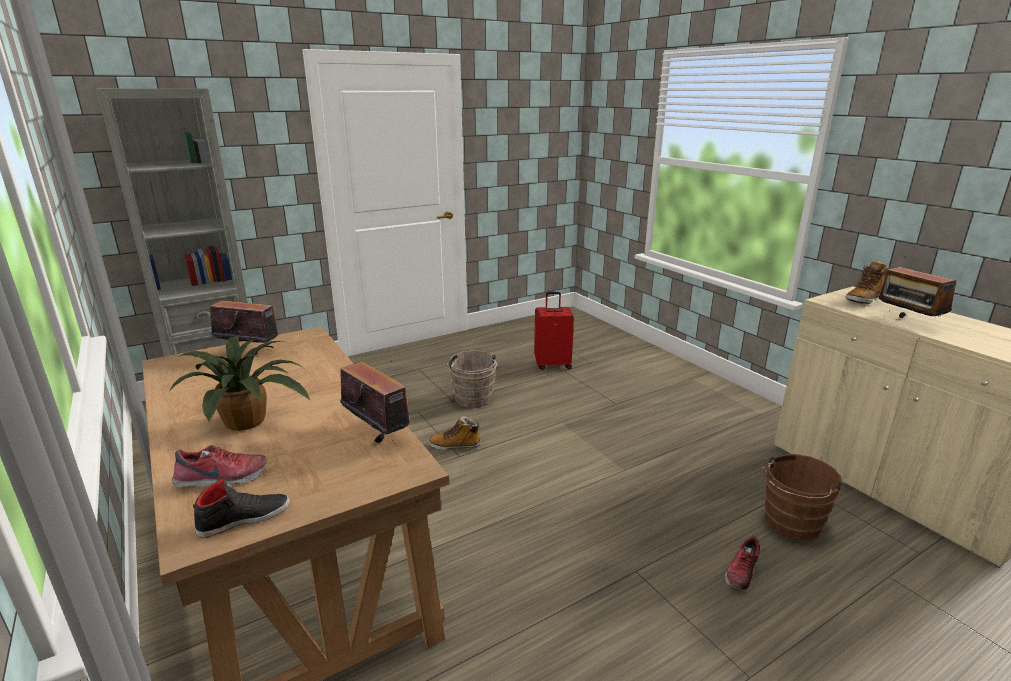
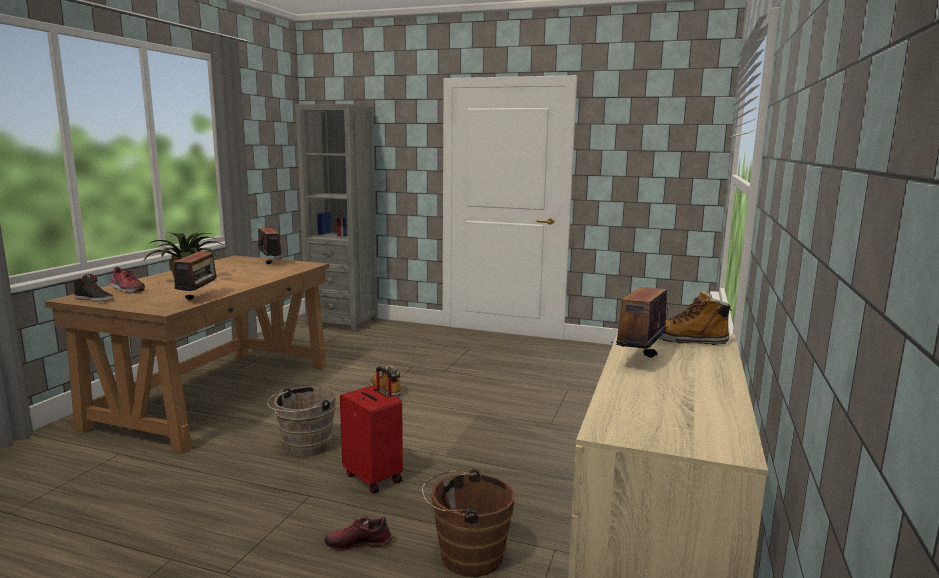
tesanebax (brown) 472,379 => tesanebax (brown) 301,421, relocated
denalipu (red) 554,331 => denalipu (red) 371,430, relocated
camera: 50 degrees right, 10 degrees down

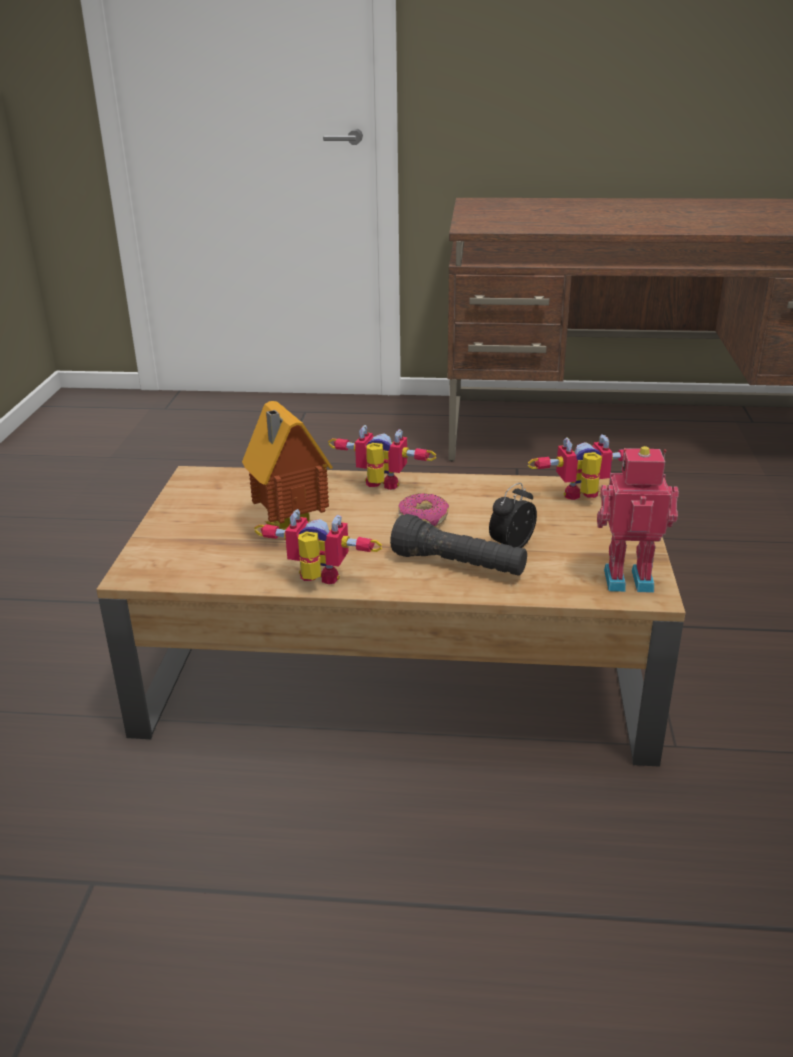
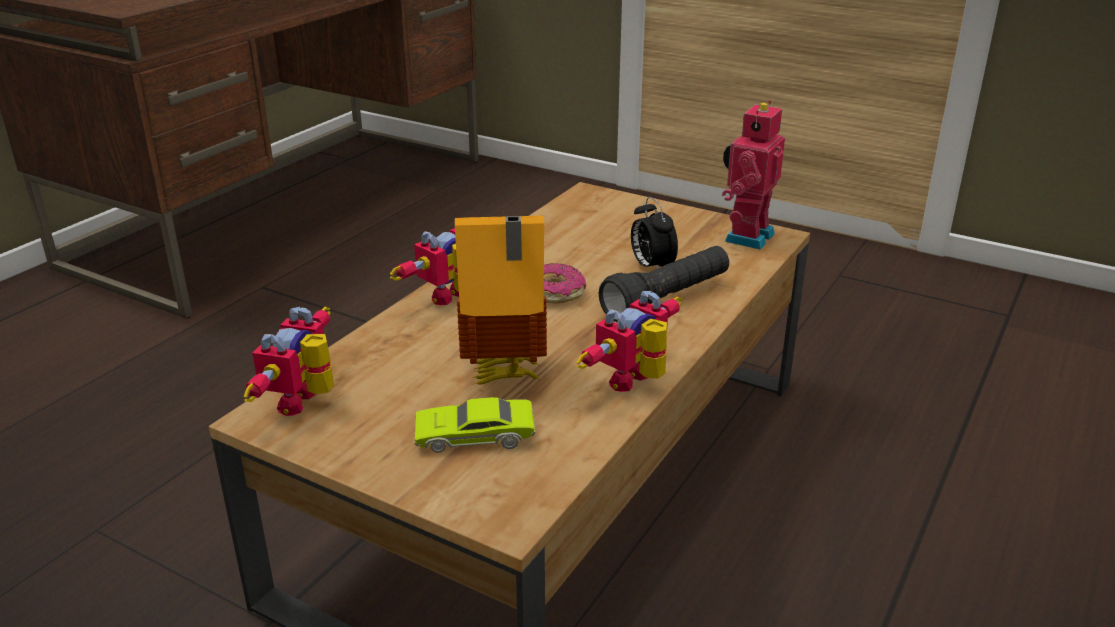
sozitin 576,467 => sozitin 289,361, relocated
nothing => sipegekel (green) 474,425
camera: 65 degrees left, 0 degrees up

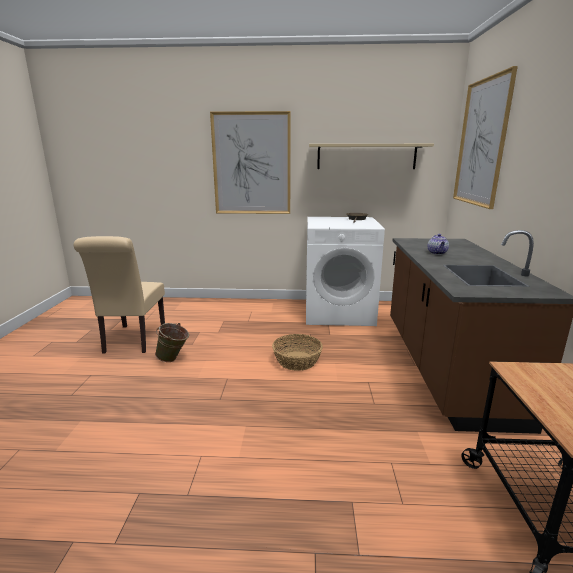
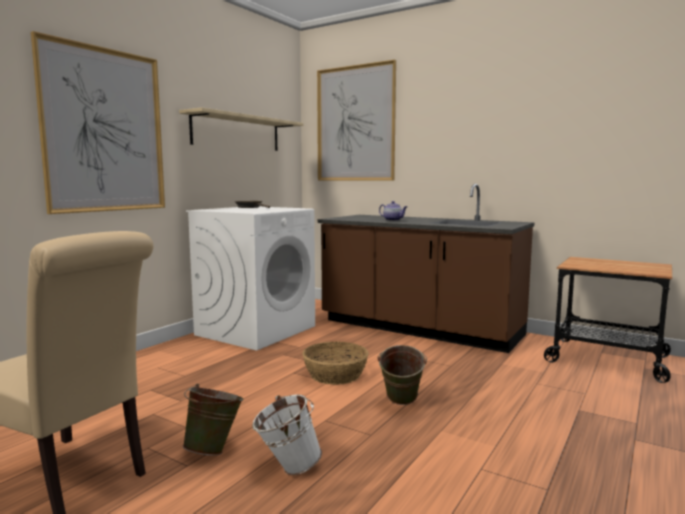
nothing => tesanebax (white) 287,434
nothing => tesanebax (green) 402,375
camera: 60 degrees left, 10 degrees down

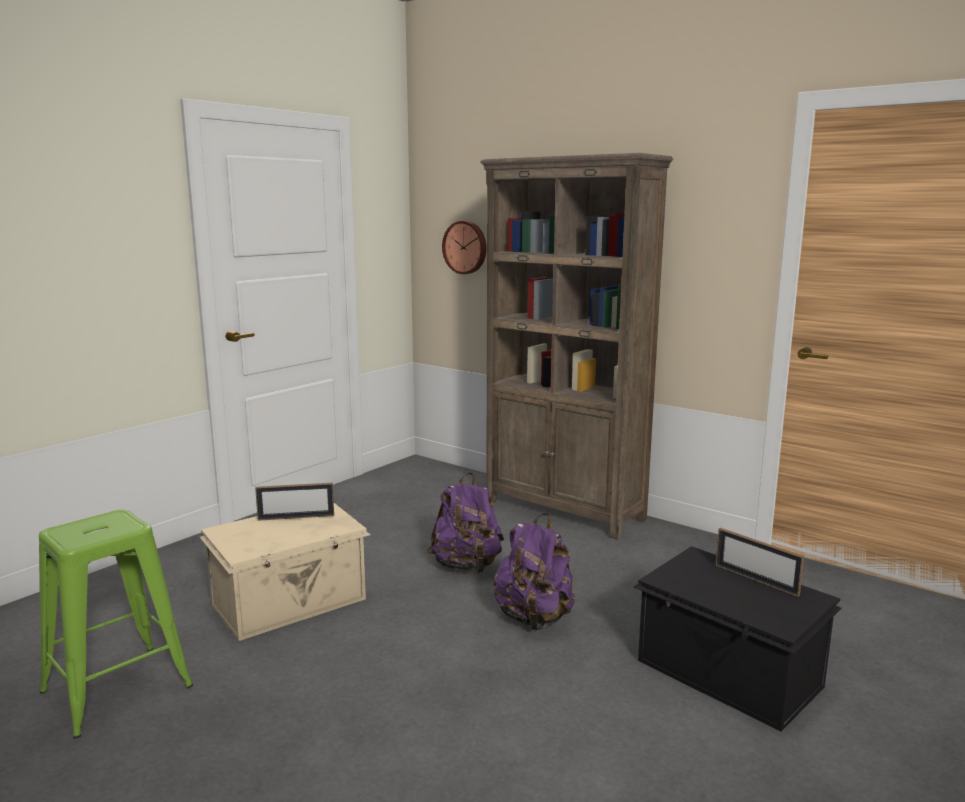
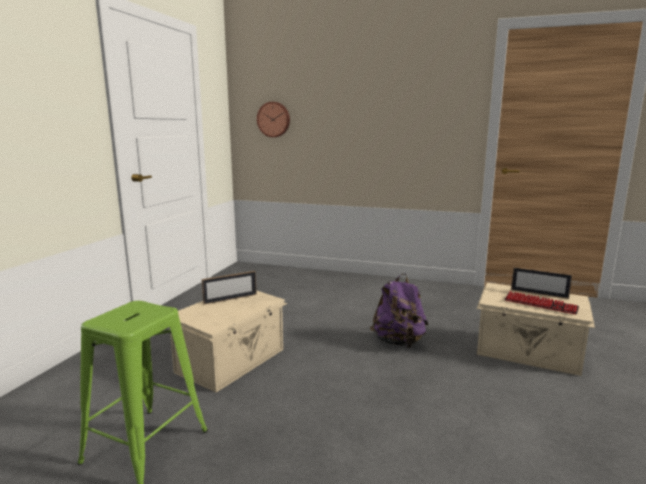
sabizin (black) 738,638 => sabizin (beige) 536,329
nothing => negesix 541,303
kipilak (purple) 465,523 => nothing
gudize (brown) 576,346 => nothing
camera: 20 degrees left, 0 degrees up

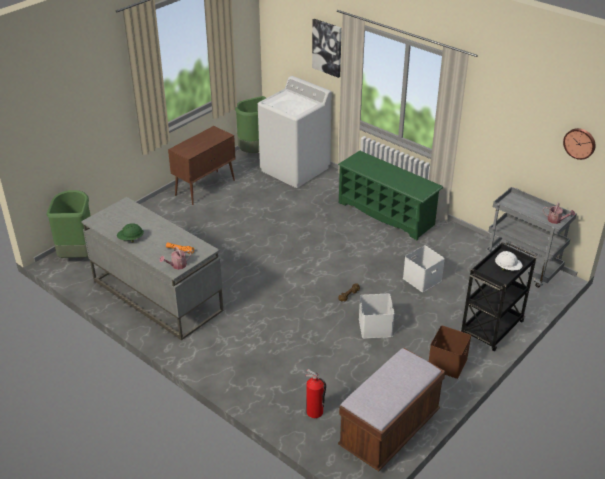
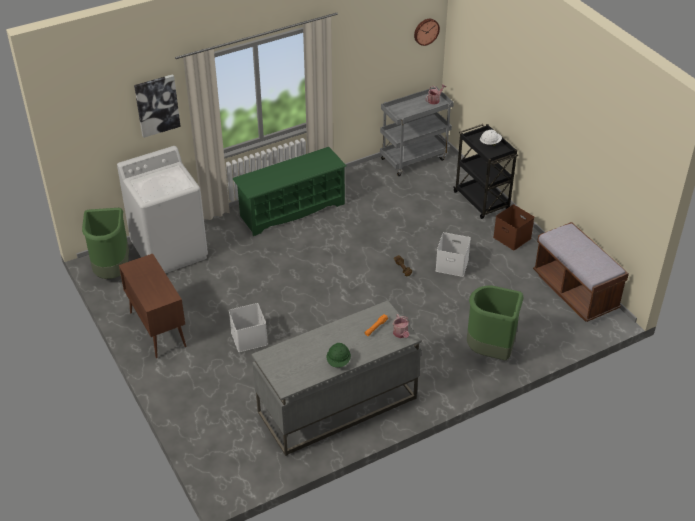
sabizin (white) 424,268 => sabizin (white) 248,327, relocated
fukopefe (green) 69,224 => fukopefe (green) 495,323, relocated
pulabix 315,393 => nothing
camera: 70 degrees left, 5 degrees up

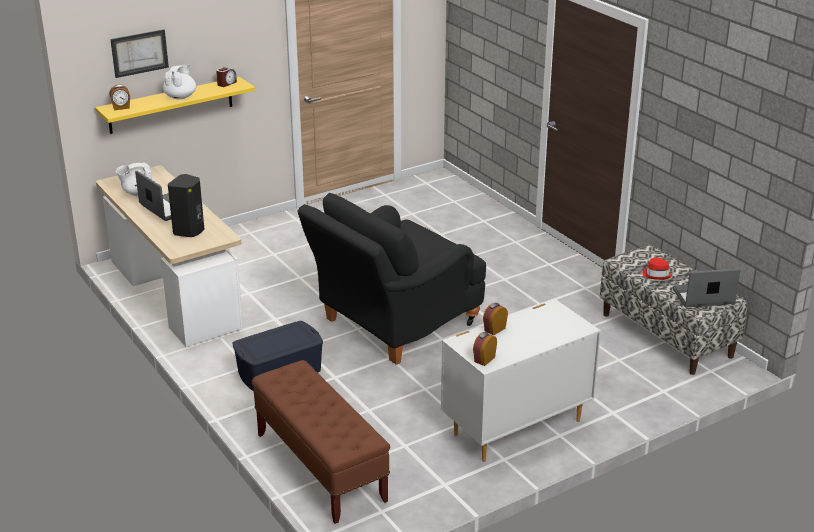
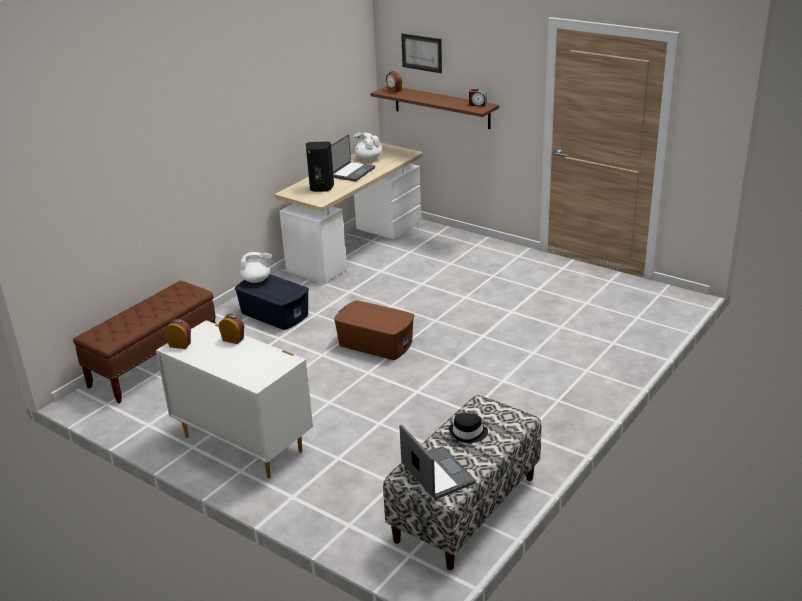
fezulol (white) 179,82 => fezulol (white) 256,267, relocated
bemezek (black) 392,279 => sabizin (brown) 374,330
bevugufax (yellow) 175,105 => bevugufax (brown) 434,107
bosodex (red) 657,269 => bosodex (black) 468,428
camera: 70 degrees right, 0 degrees up

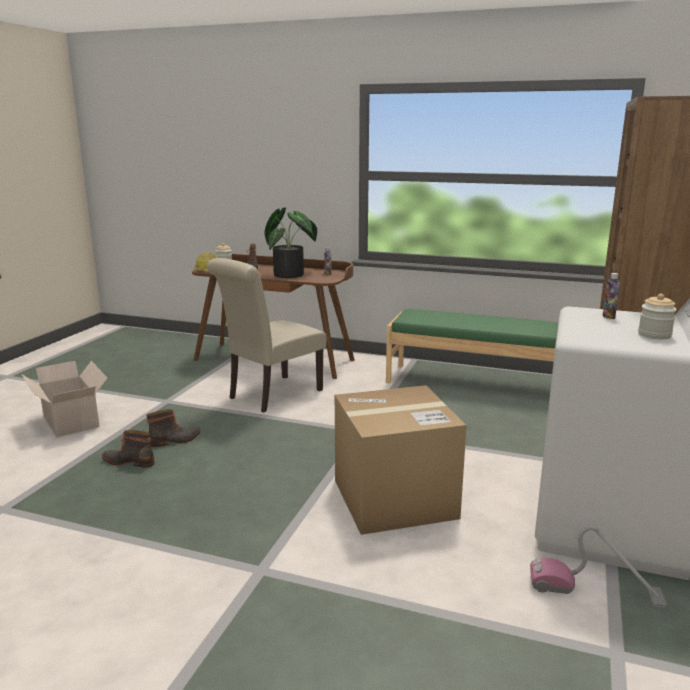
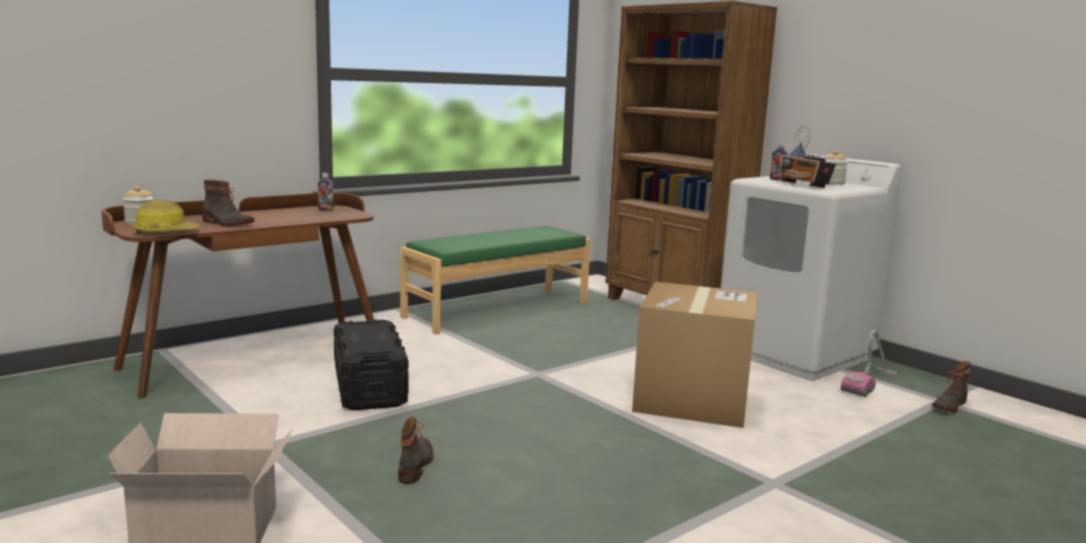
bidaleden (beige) 266,335 => sabizin (black) 371,364
nothing => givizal 807,157
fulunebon 128,449 => fulunebon 951,387, relocated
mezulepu 290,243 => nothing
camera: 60 degrees left, 5 degrees down

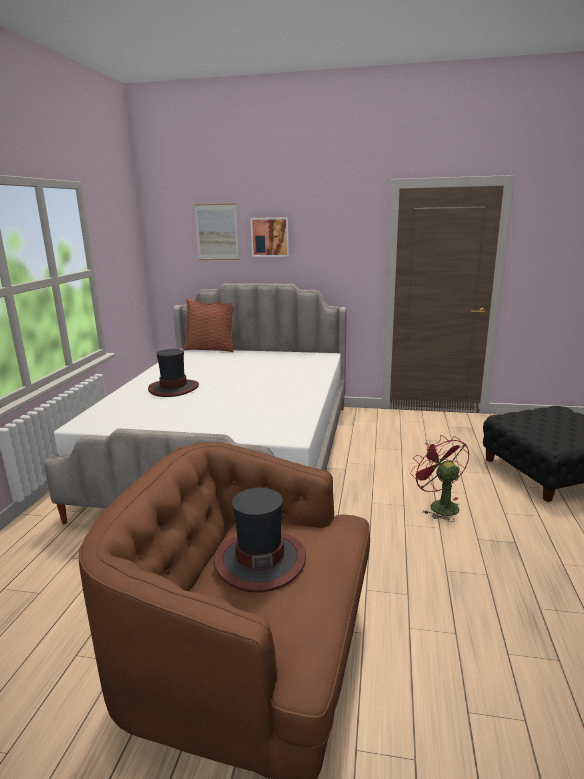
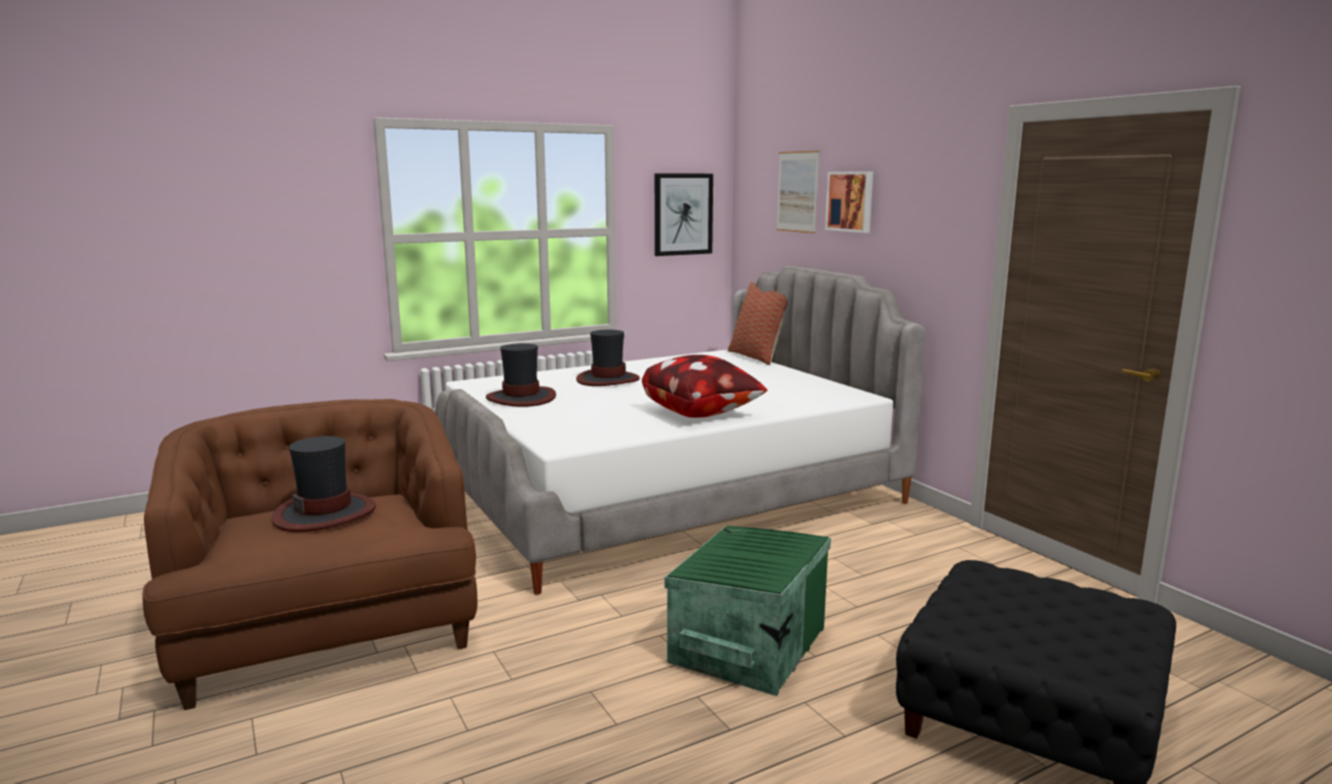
nothing => bosodex 521,375
nothing => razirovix 705,386
nothing => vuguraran 684,214
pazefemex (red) 440,478 => sabizin (green) 748,611
camera: 50 degrees right, 5 degrees down

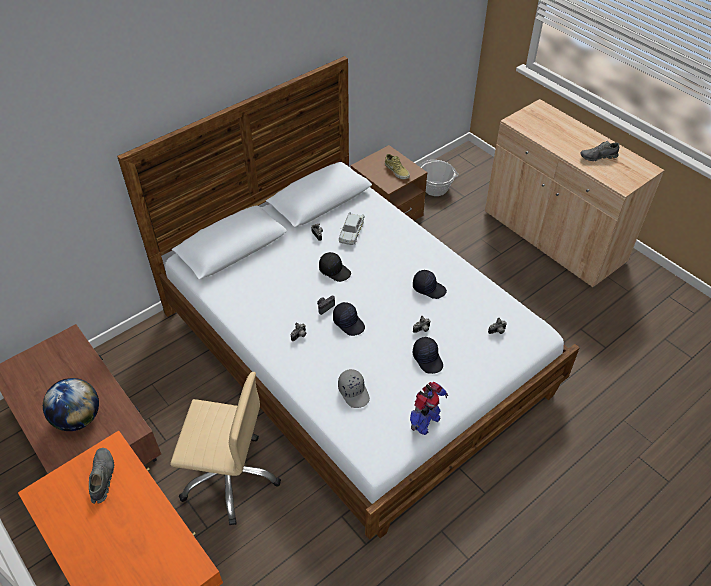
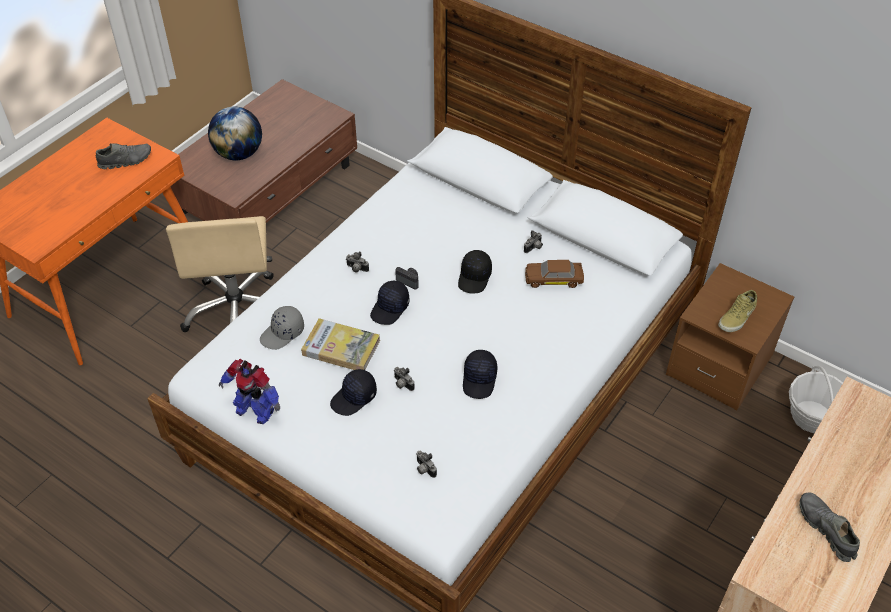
nothing => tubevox 340,344
sipegekel (white) 352,228 => sipegekel (brown) 554,274
camera: 75 degrees right, 0 degrees up

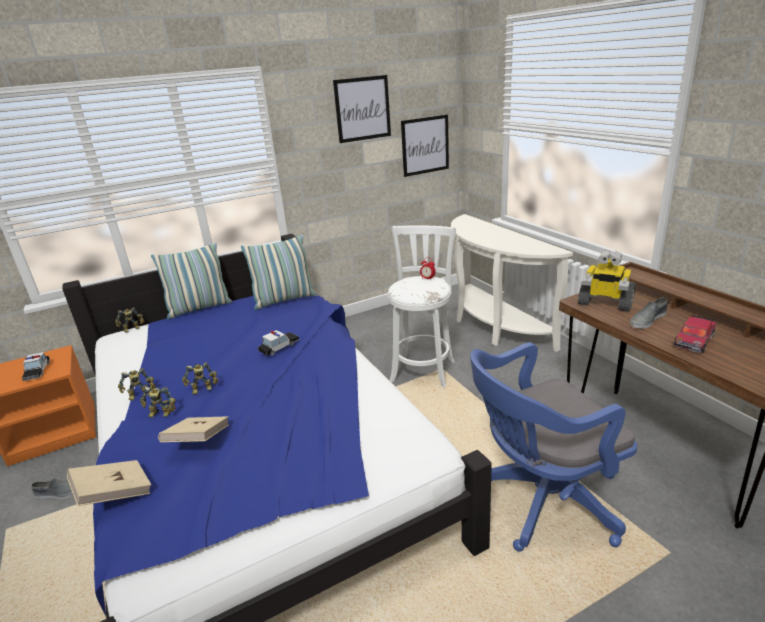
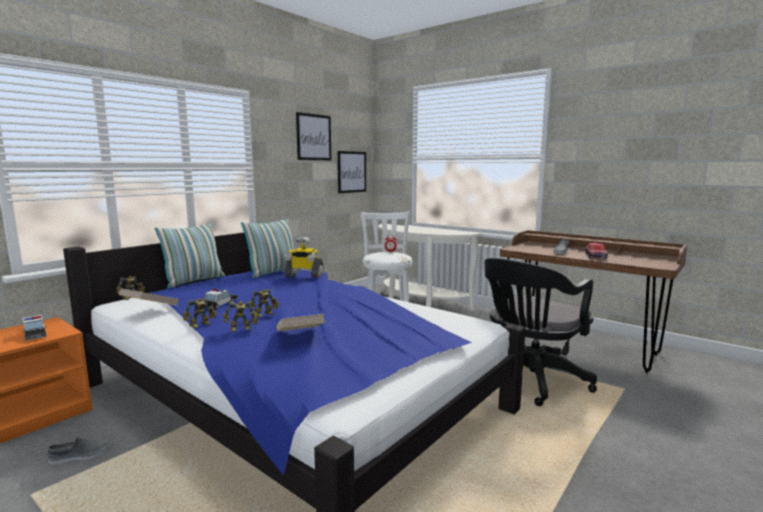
tubevox (beige) 109,483 => tubevox (beige) 149,297, relocated
sipegekel 279,343 => sipegekel 221,299, relocated
sozitin 606,281 => sozitin 304,257, relocated
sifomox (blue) 553,447 => sifomox (black) 541,332
camera: 25 degrees left, 15 degrees down

